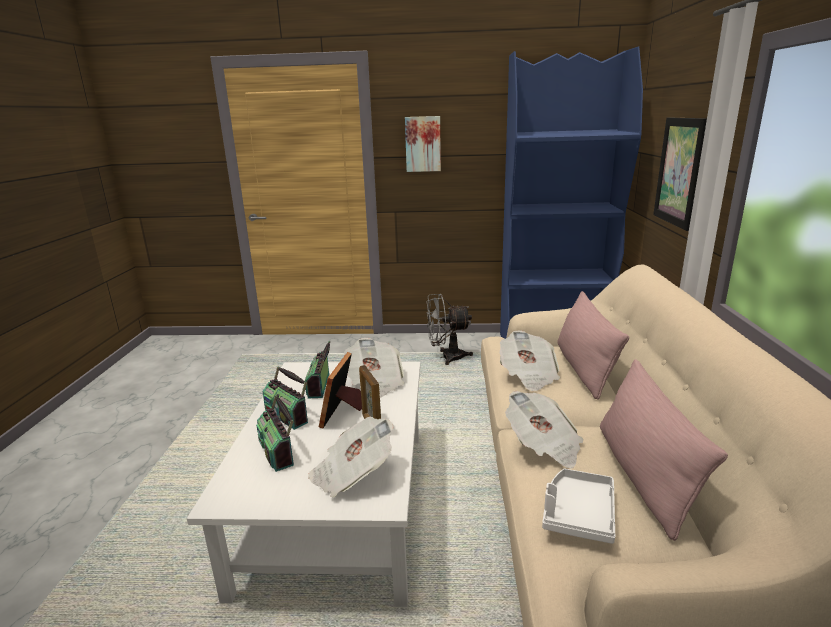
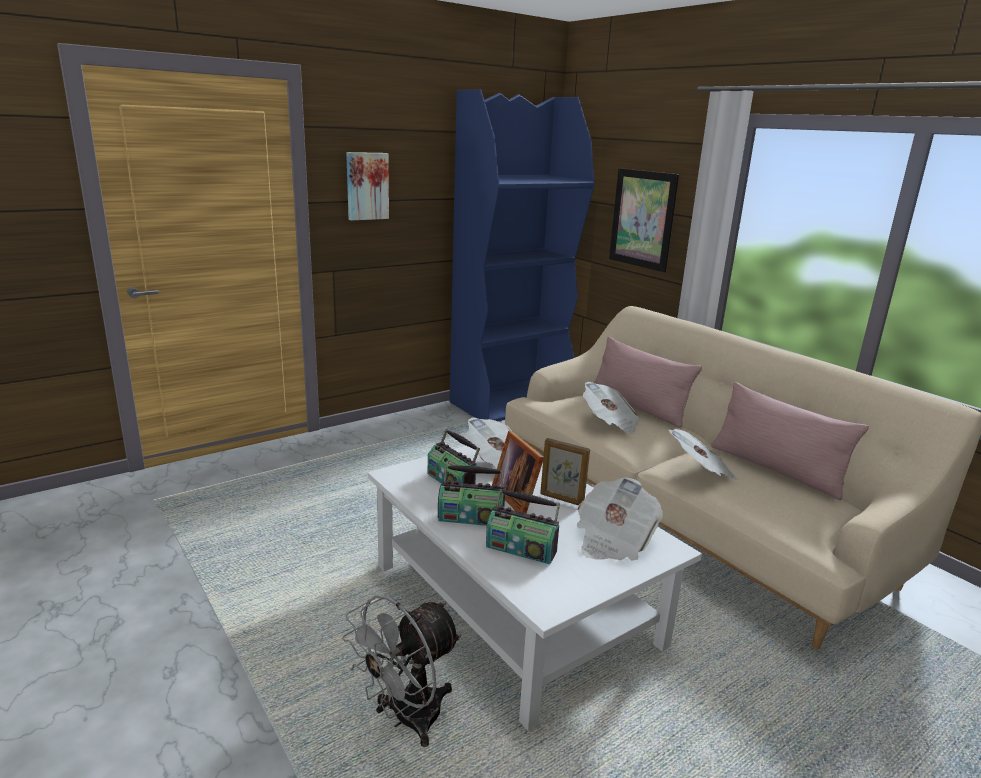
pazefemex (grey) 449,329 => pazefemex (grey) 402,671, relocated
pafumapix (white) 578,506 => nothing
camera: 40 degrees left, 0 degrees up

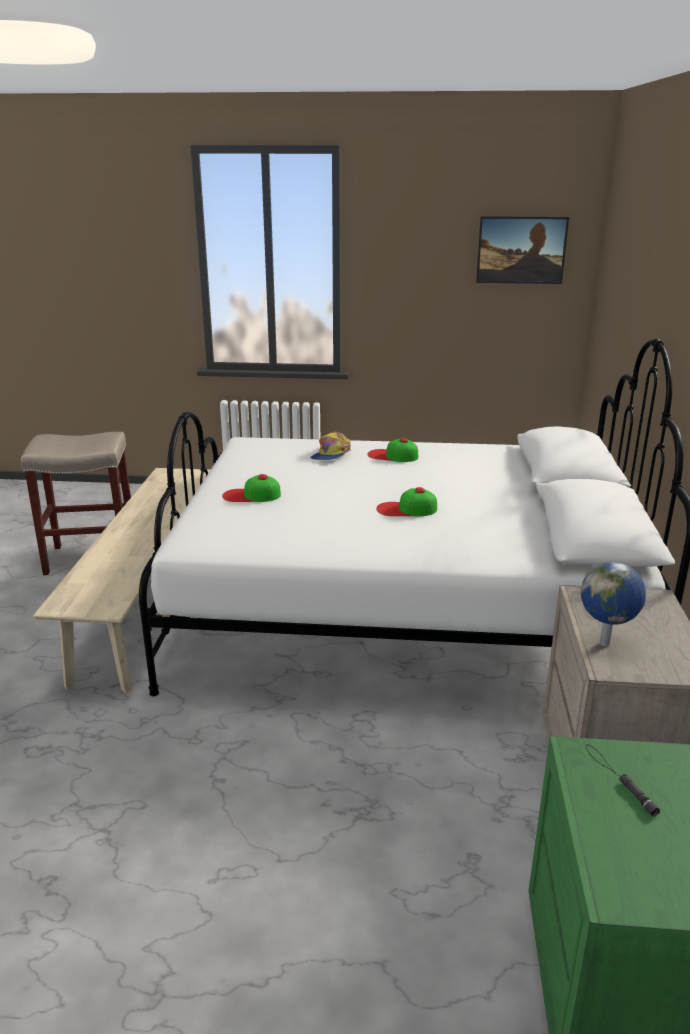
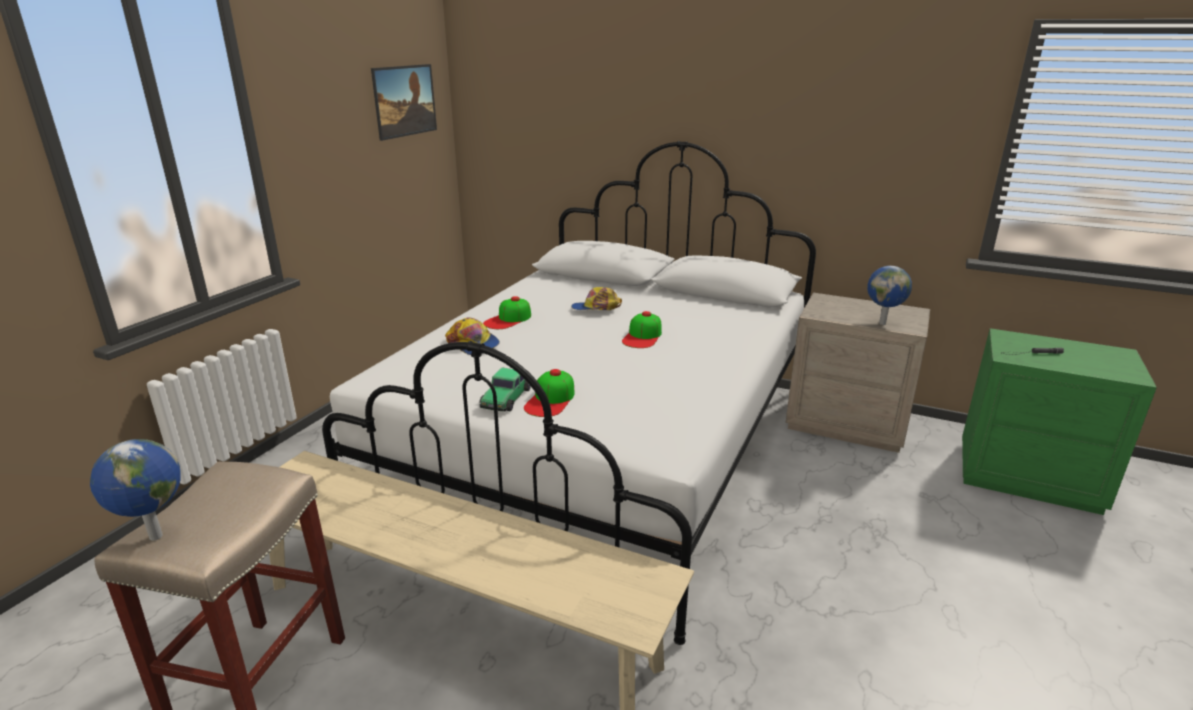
nothing => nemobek 135,490
nothing => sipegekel 505,390
nothing => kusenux 596,298
camera: 70 degrees left, 0 degrees up

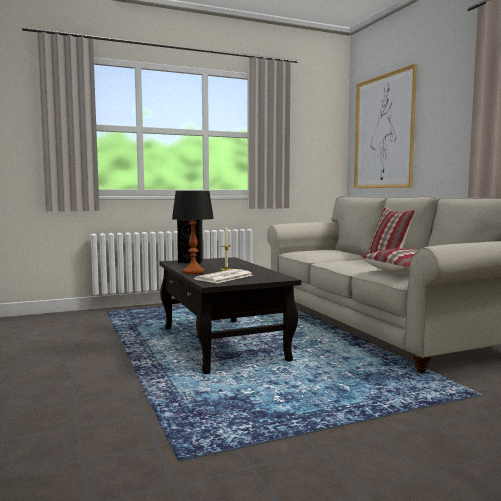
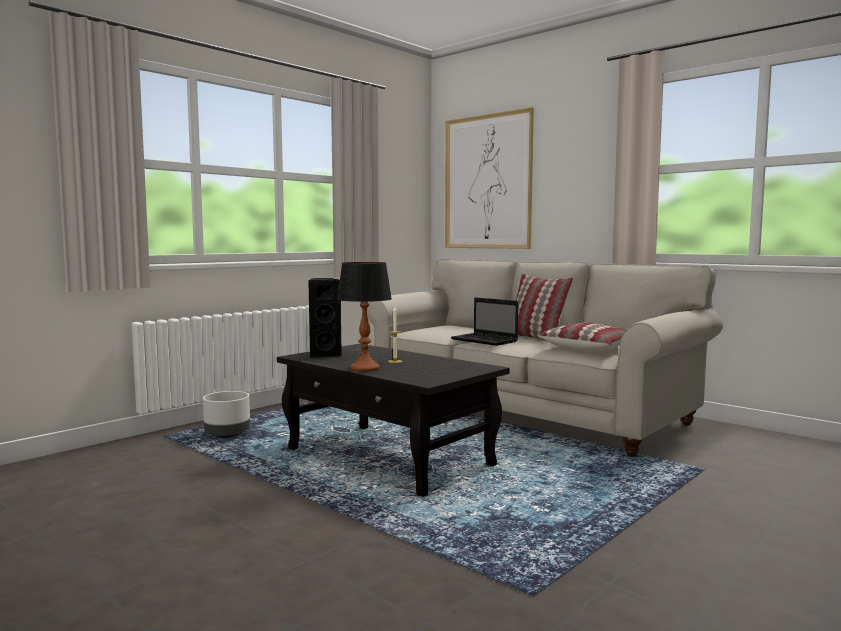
nothing => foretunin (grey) 226,414
nothing => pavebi 484,321
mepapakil 223,276 => nothing
camera: 25 degrees left, 0 degrees up

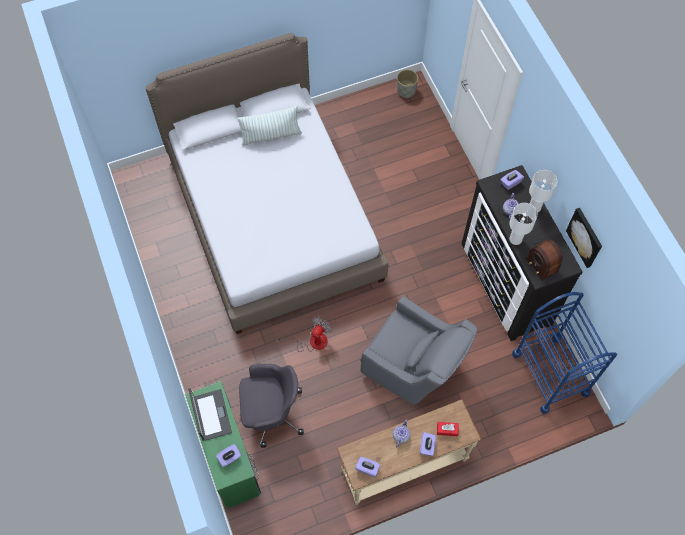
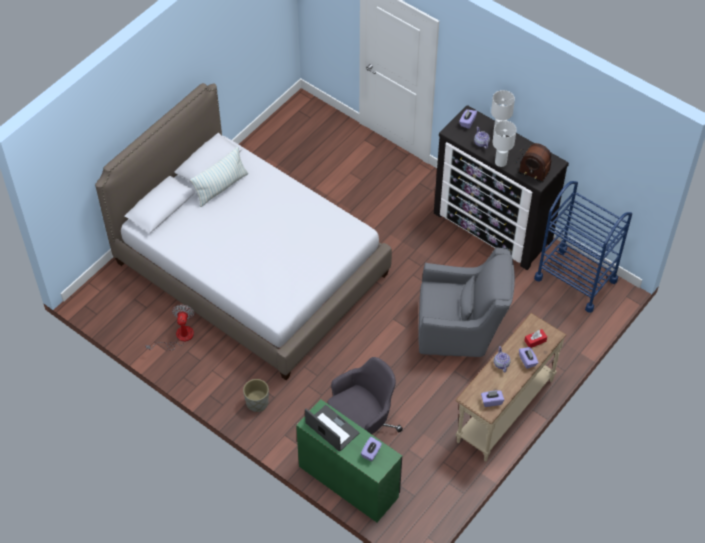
pazefemex 303,334 => pazefemex 170,327, relocated
foretunin (grey) 407,83 => foretunin (grey) 256,395, relocated
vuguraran 584,238 => nothing
camera: 30 degrees left, 10 degrees down

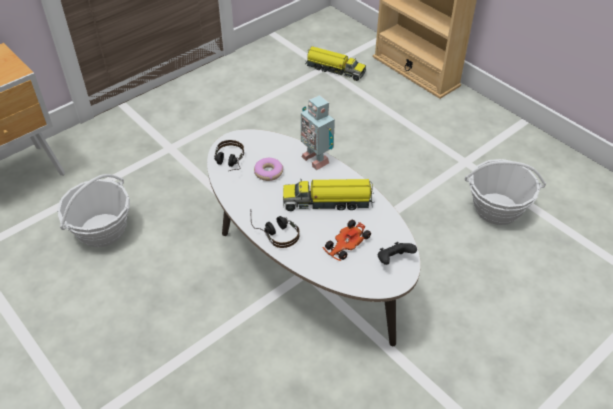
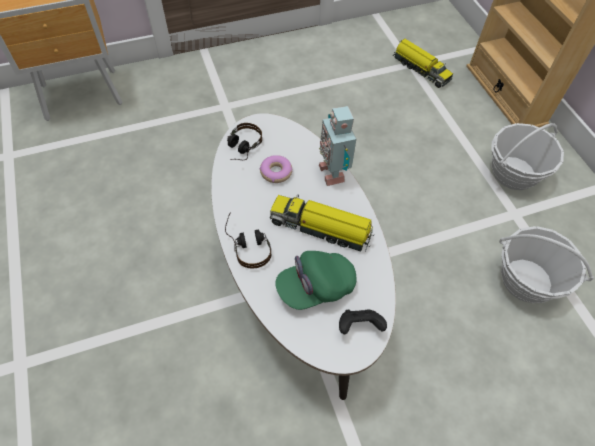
sipegekel 347,240 => kusenux (green) 315,280
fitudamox 93,211 => fitudamox 527,156, relocated
camera: 20 degrees right, 10 degrees up

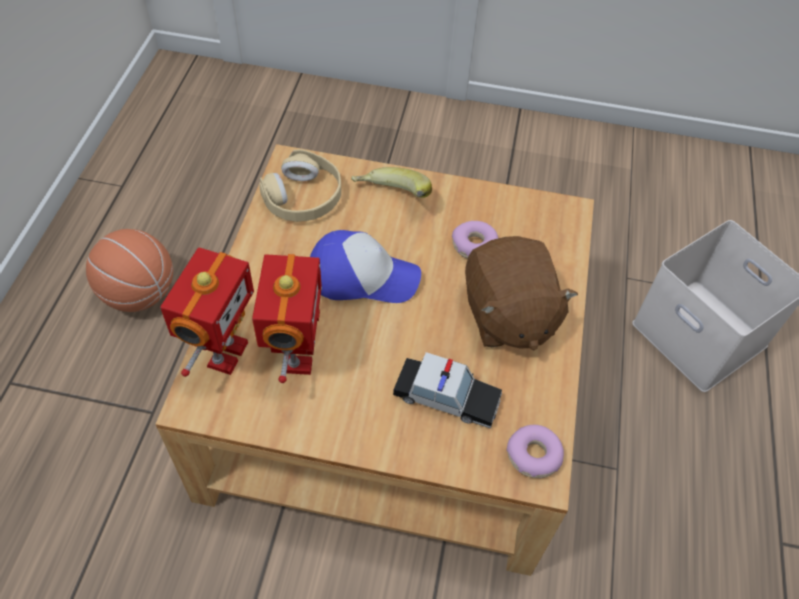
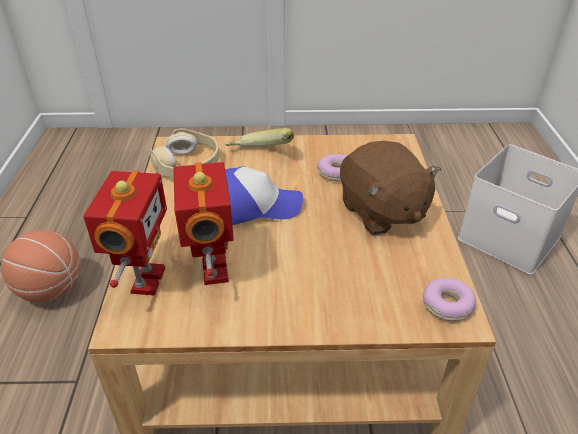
sipegekel 447,390 => nothing
camera: 10 degrees left, 15 degrees down

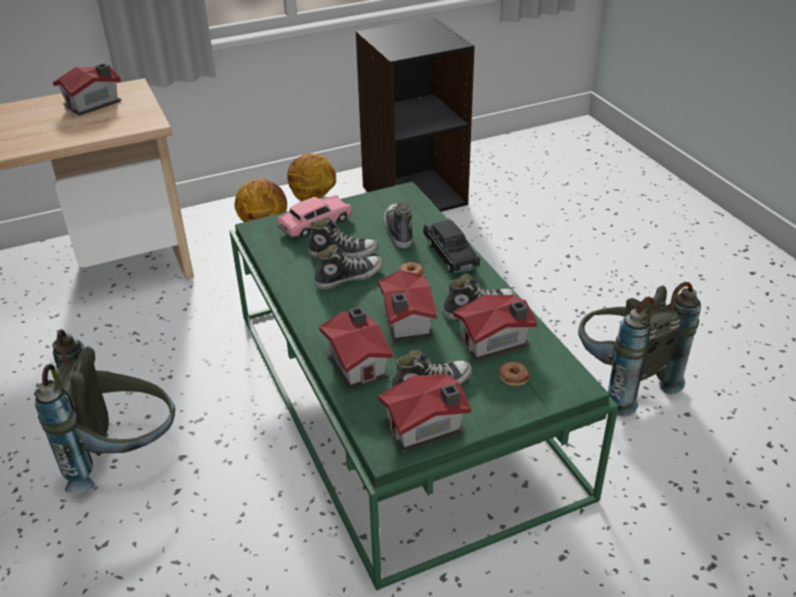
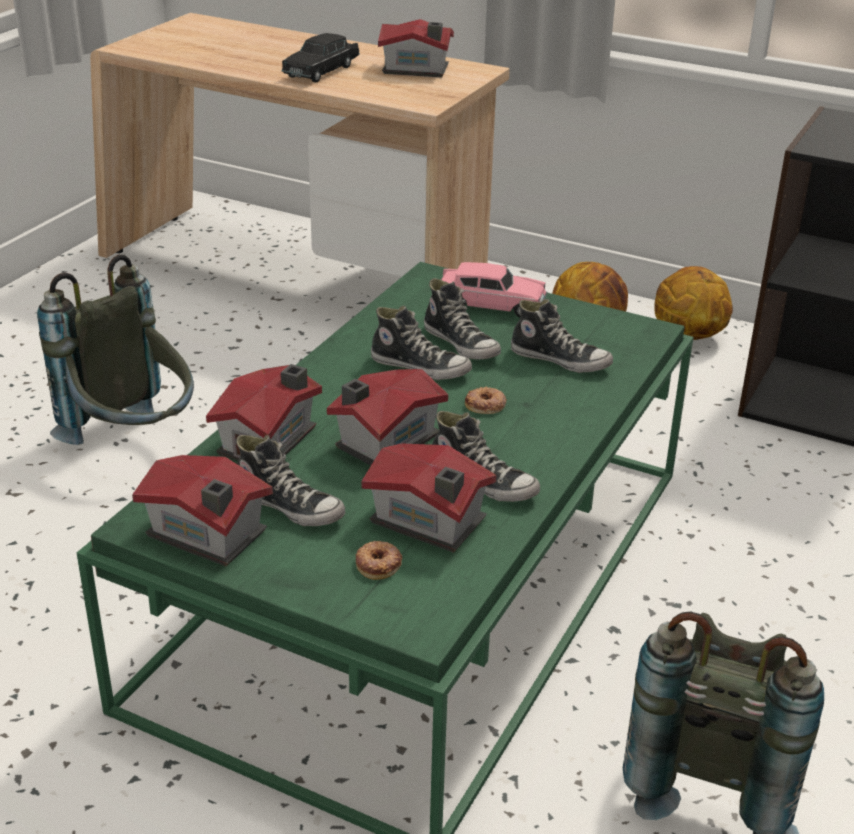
sipegekel (black) 452,246 => sipegekel (black) 320,57, relocated
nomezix 398,224 => nomezix 562,336, 75 degrees clockwise
camera: 50 degrees right, 5 degrees down

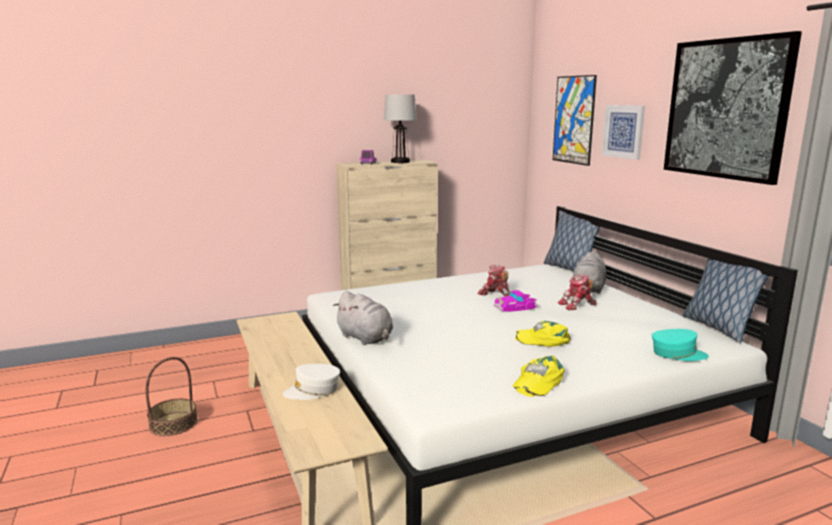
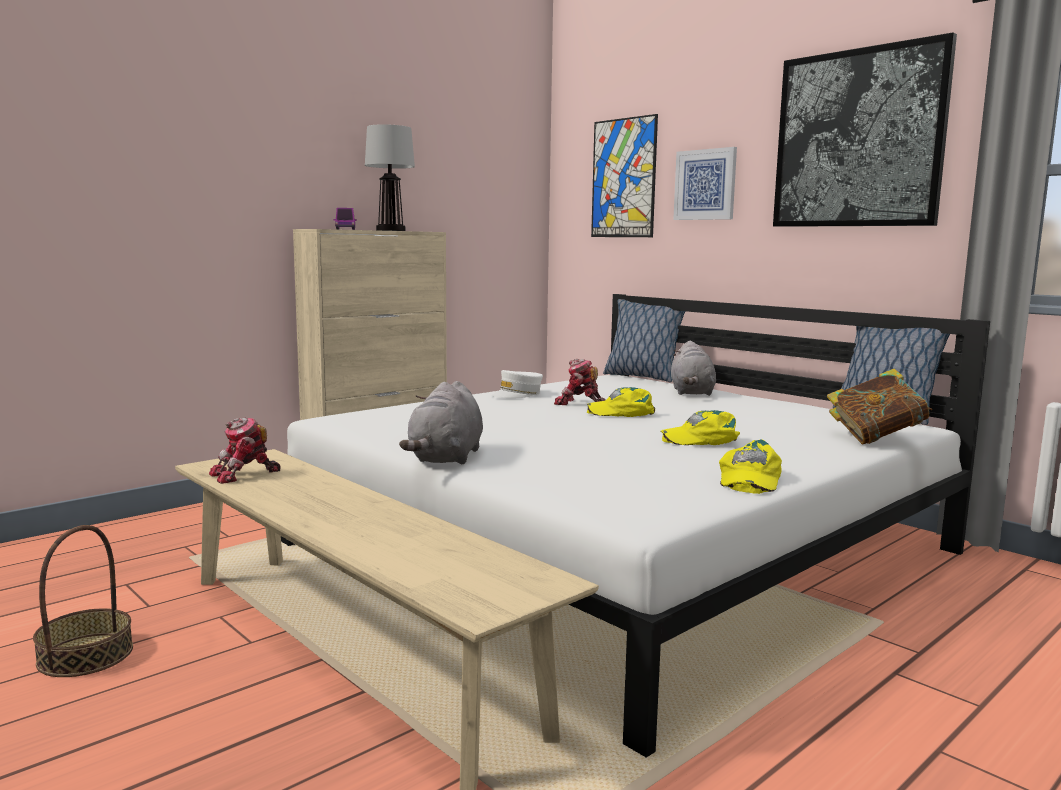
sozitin 577,292 => sozitin 244,451, relocated
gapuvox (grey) 363,318 => gapuvox (grey) 441,422, 75 degrees clockwise
kusenux (white) 311,382 => kusenux (white) 517,384, relocated
sipegekel 516,301 => kusenux (yellow) 621,402
kusenux (turquoise) 680,345 => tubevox 879,406
camera: 20 degrees left, 5 degrees down

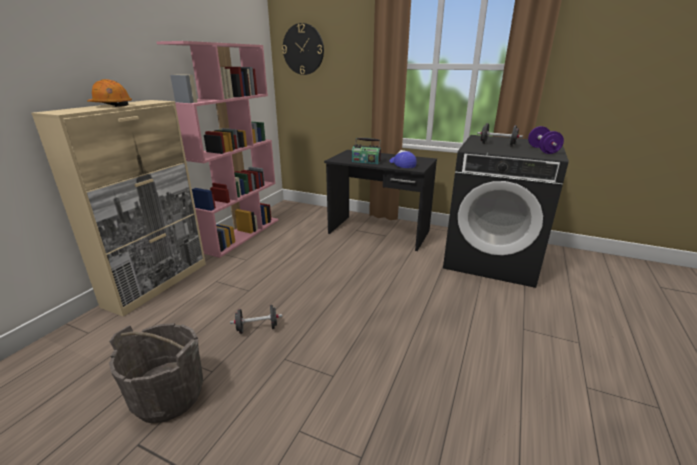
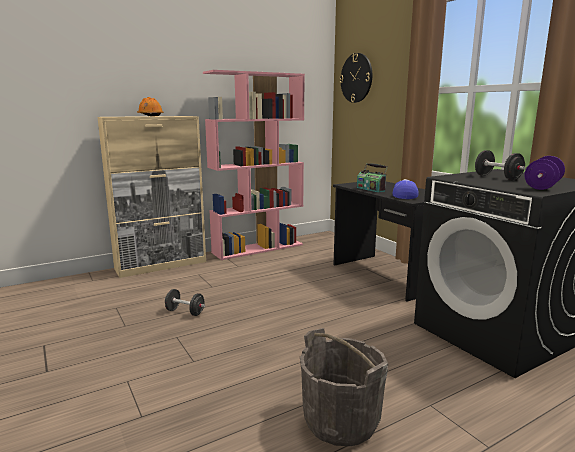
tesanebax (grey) 156,373 => tesanebax (grey) 344,387, relocated
camera: 35 degrees right, 10 degrees down

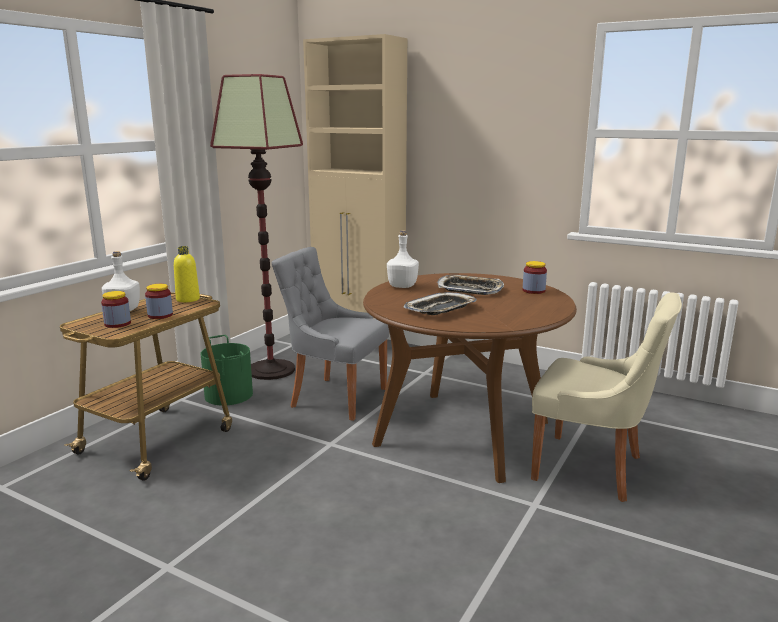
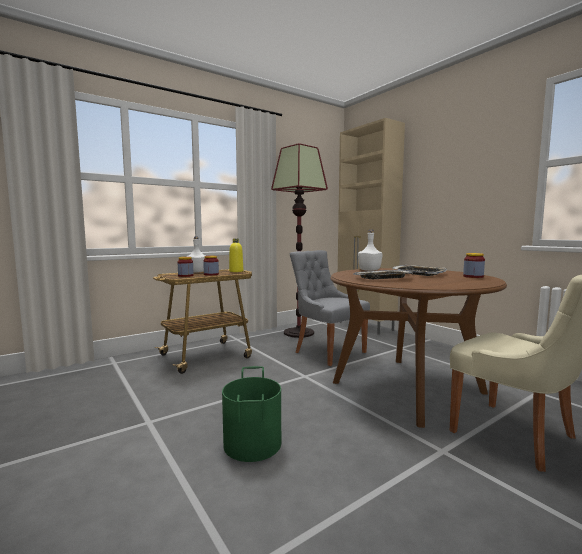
tesanebax (green) 227,370 => tesanebax (green) 251,414, relocated
camera: 25 degrees right, 10 degrees down

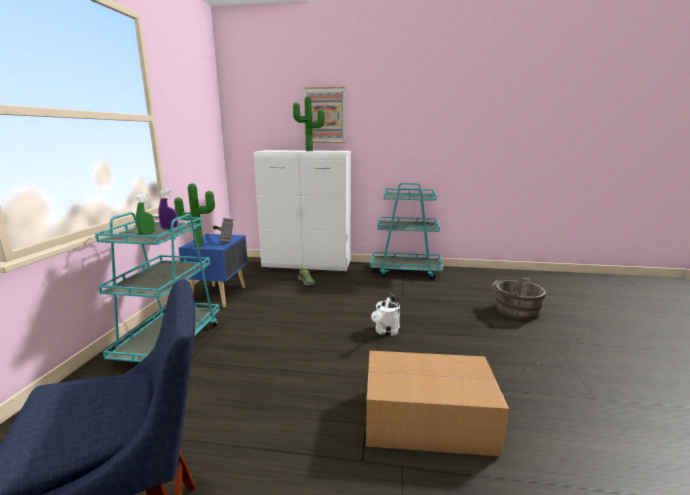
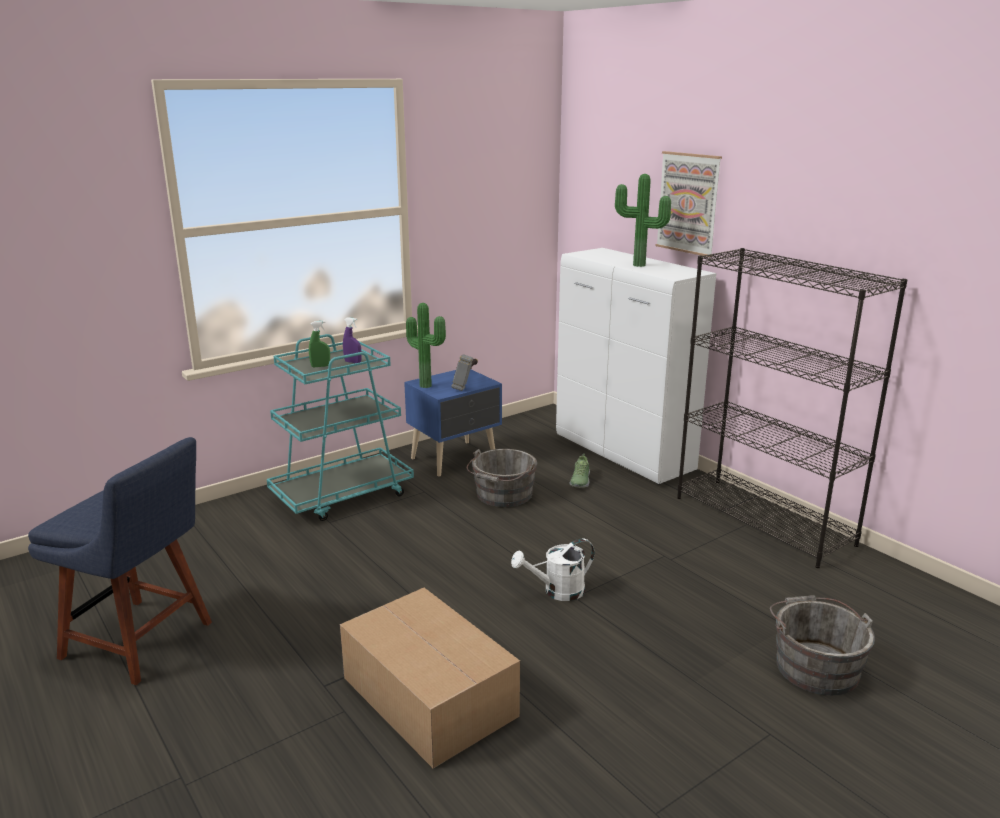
nothing => tesanebax (grey) 502,478
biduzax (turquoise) 407,231 => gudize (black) 792,408
camera: 45 degrees right, 5 degrees up

